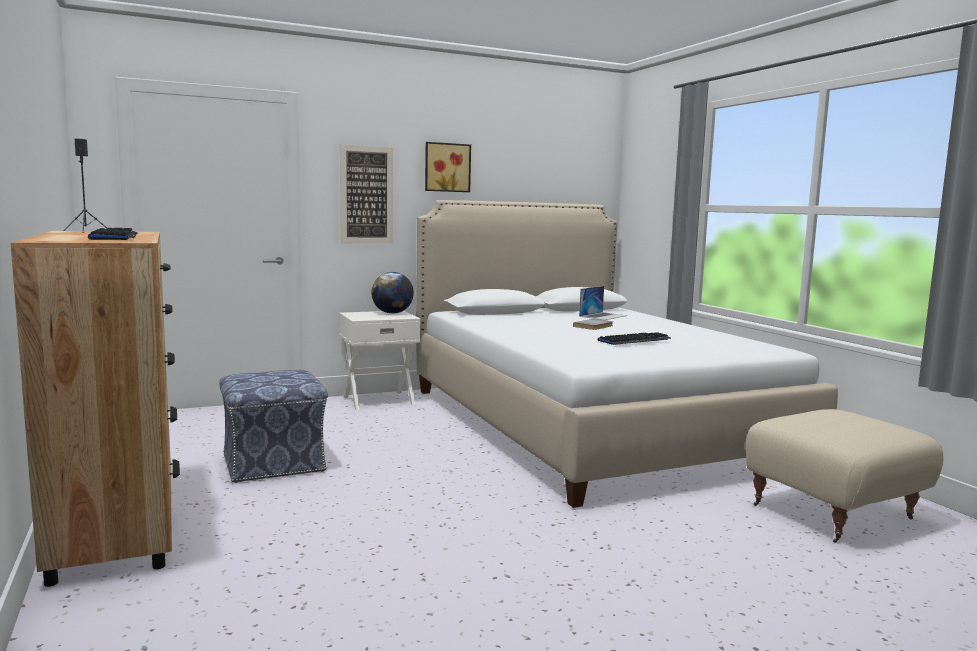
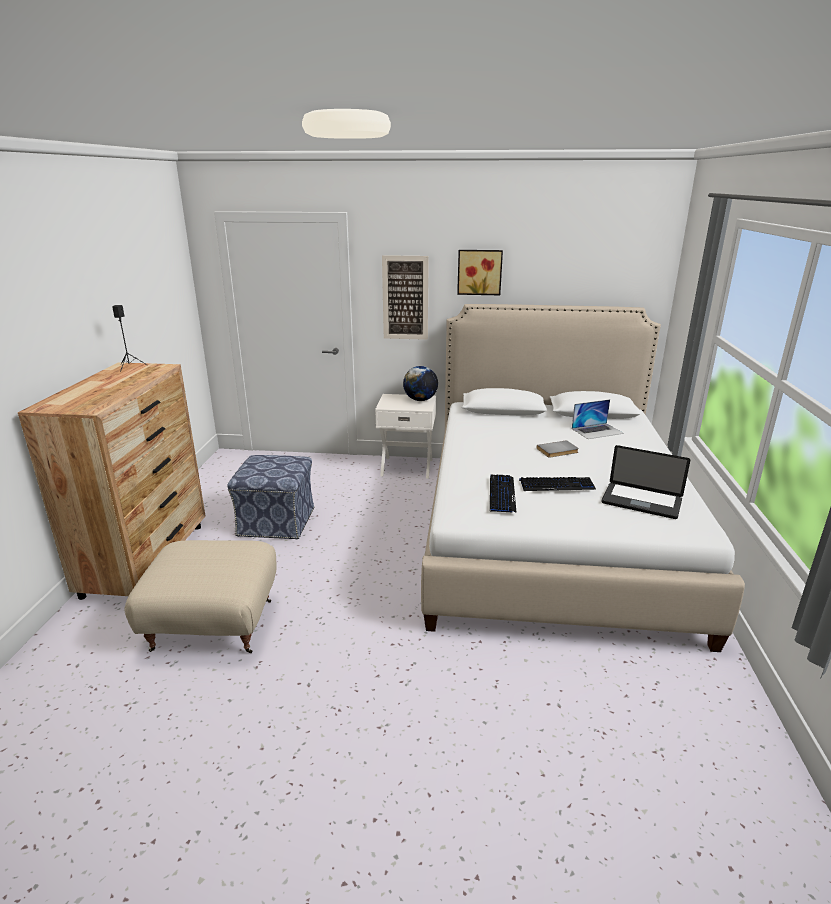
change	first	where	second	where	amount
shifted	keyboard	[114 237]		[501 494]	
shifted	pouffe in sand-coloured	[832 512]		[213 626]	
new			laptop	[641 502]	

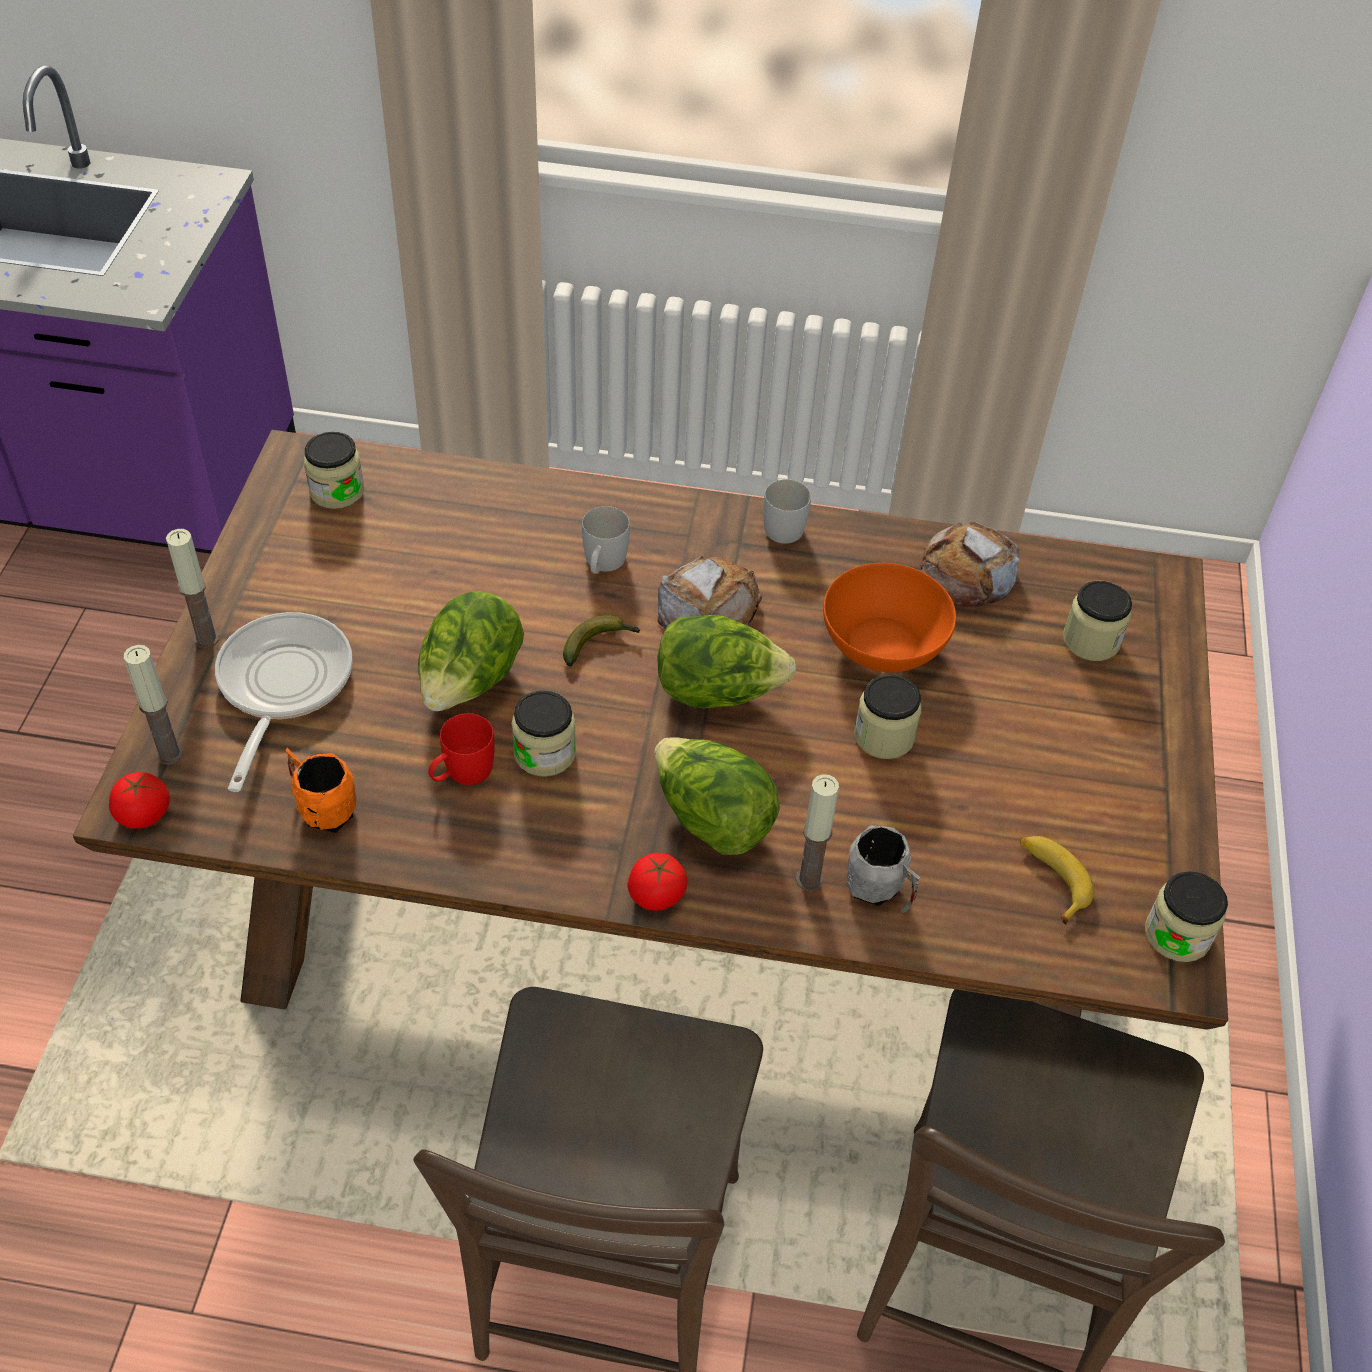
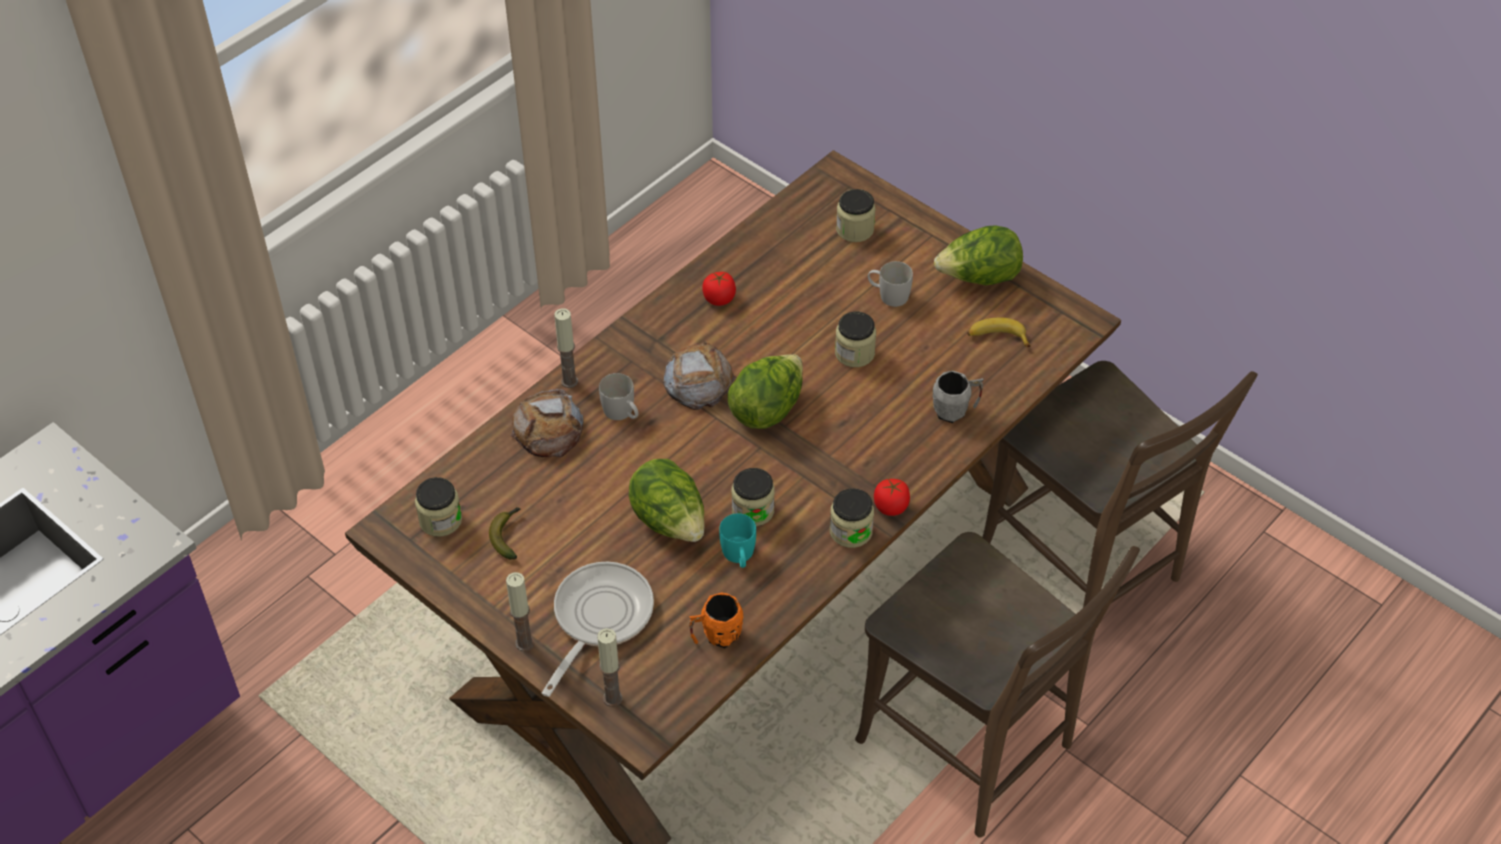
change	first	where	second	where	amount
shifted	tea mug in whitish	[782 524]		[888 295]	
shifted	bakery bread	[966 574]		[548 429]	
gone	deep dish in orange	[883 644]			
rotated	frying pan	[281 686]		[599 618]	75 degrees clockwise
shifted	whole banana	[599 644]		[508 535]	
repainted	tea mug in reddish	[461 773]	tea mug in turquoise	[739 557]	
shifted	lettuce head	[712 820]		[979 278]	
shifted	fresh tomato	[144 814]		[719 298]	
shifted	wax light	[809 879]		[569 381]	
shifted	storage jar	[1177 934]		[851 531]	

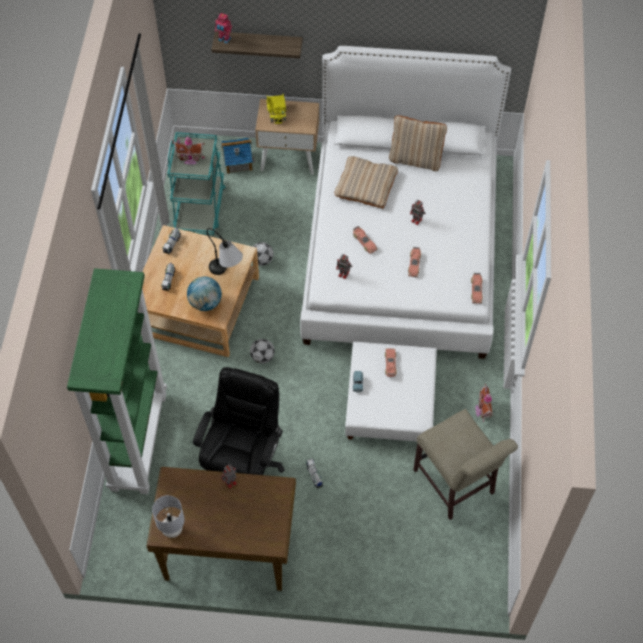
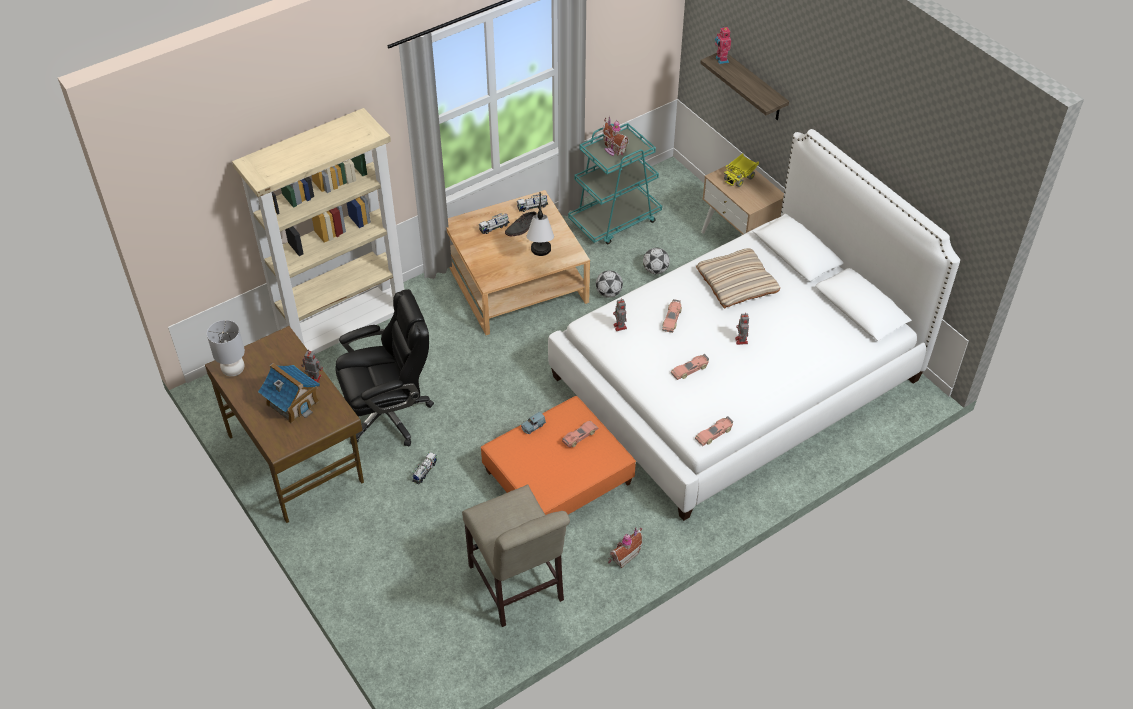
change	first	where	second	where	amount
gone	cushion in sand-coloured	[415 159]			
shifted	toy house	[237 161]		[292 403]	
repainted	bookshelf in greenish	[138 440]	bookshelf in sand-coloured	[345 331]	
gone	world globe	[205 303]			
shifted	football ball	[262 357]		[655 270]	
repainted	pouffe in whitish	[390 401]	pouffe in orange	[558 478]	
rotated	chair in sand-coloured	[456 485]		[518 587]	45 degrees counterclockwise
new			item of footwear in greyish	[522 228]	

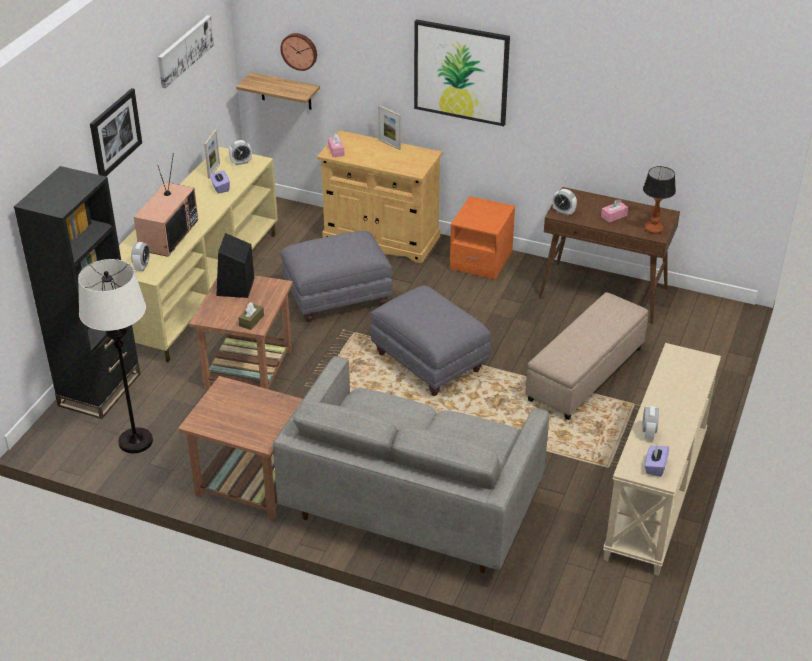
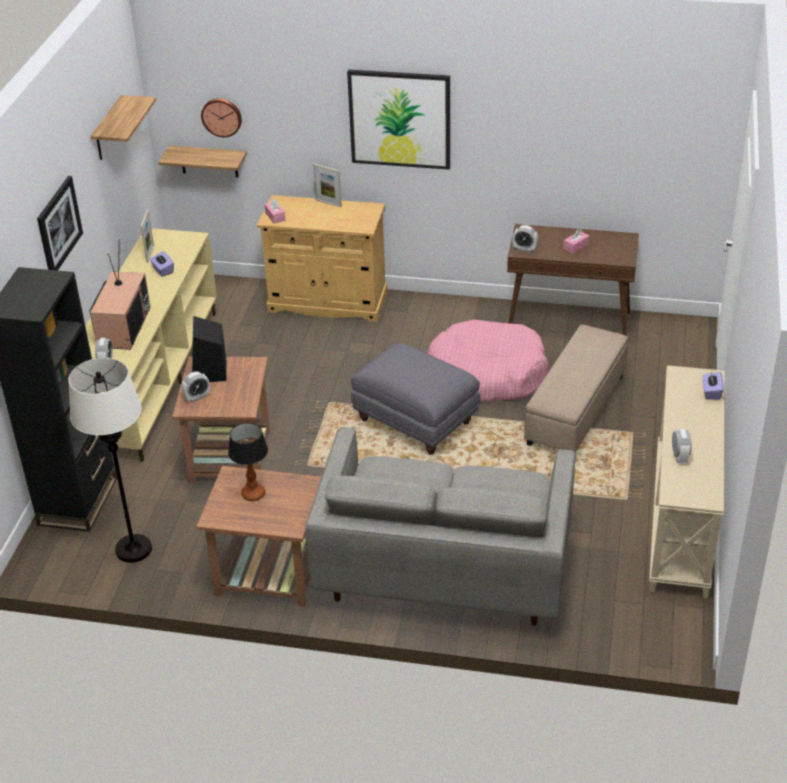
change	first	where	second	where	amount
swapped	picture	[184 50]	bracket shelf	[108 129]	
shifted	alarm clock	[241 162]		[197 397]	
shifted	tabletop lamp	[654 229]		[253 494]	
gone	nightstand in orange	[481 260]			
gone	pouffe in greyish	[336 298]			
gone	tissue holder in brown	[251 321]			
shifted	tissue holder in purplish	[655 467]		[711 392]	
new			dog cushion in pink-coloured	[487 374]	

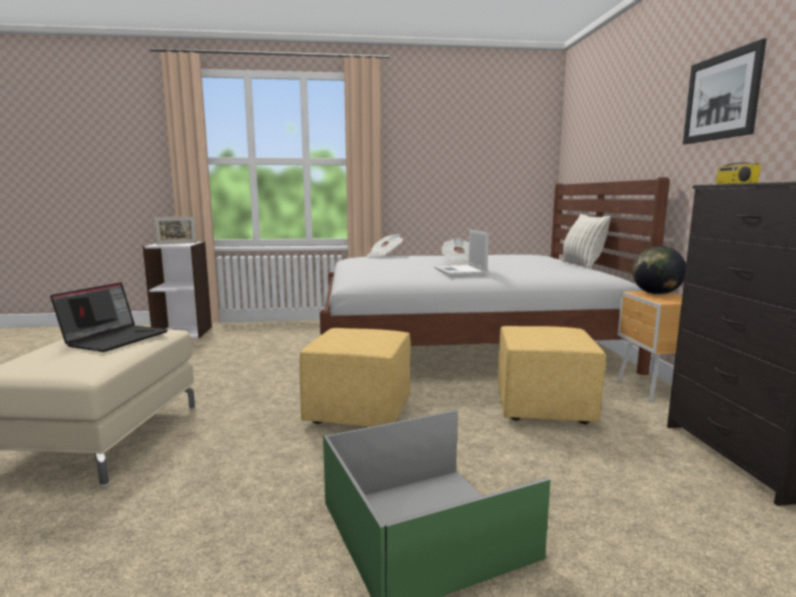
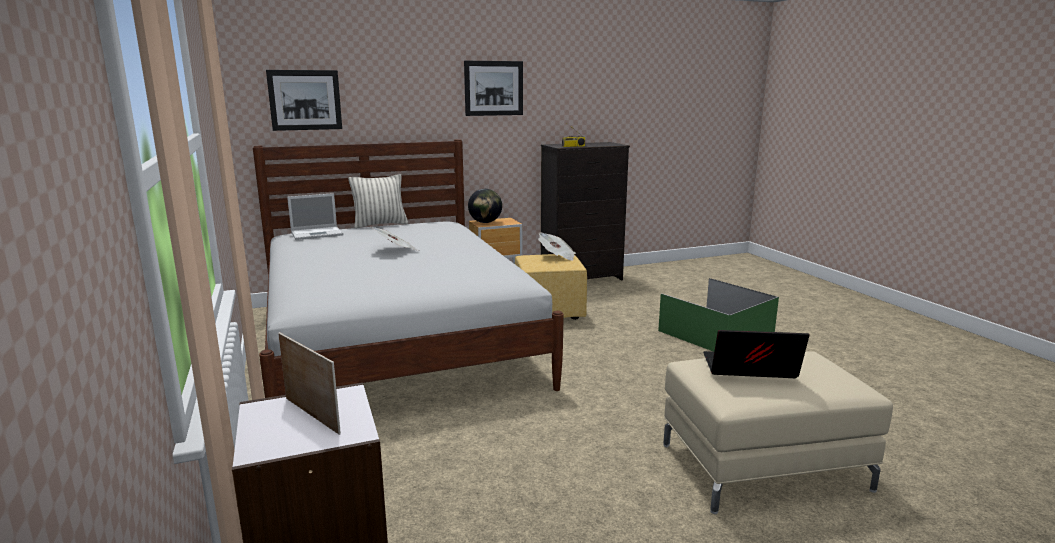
change	first	where	second	where	amount
shifted	laptop	[460 271]		[318 233]	
shifted	printed paper	[384 255]		[557 257]	
gone	pouffe in yellow	[360 412]			
new			picture	[305 100]	

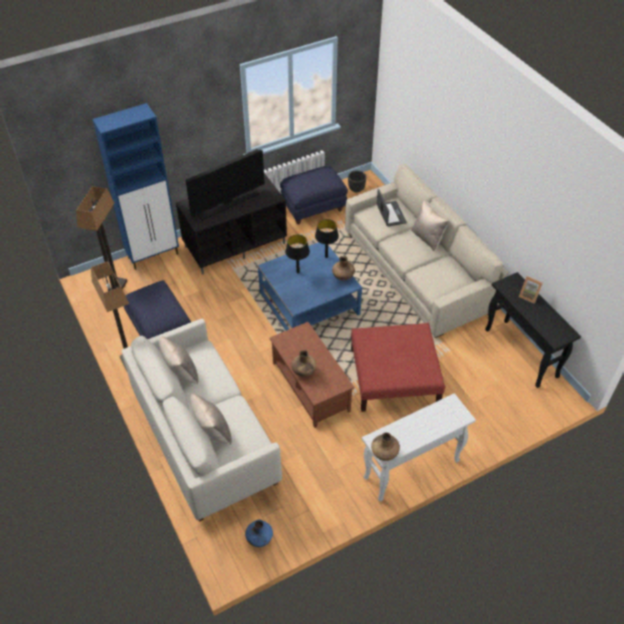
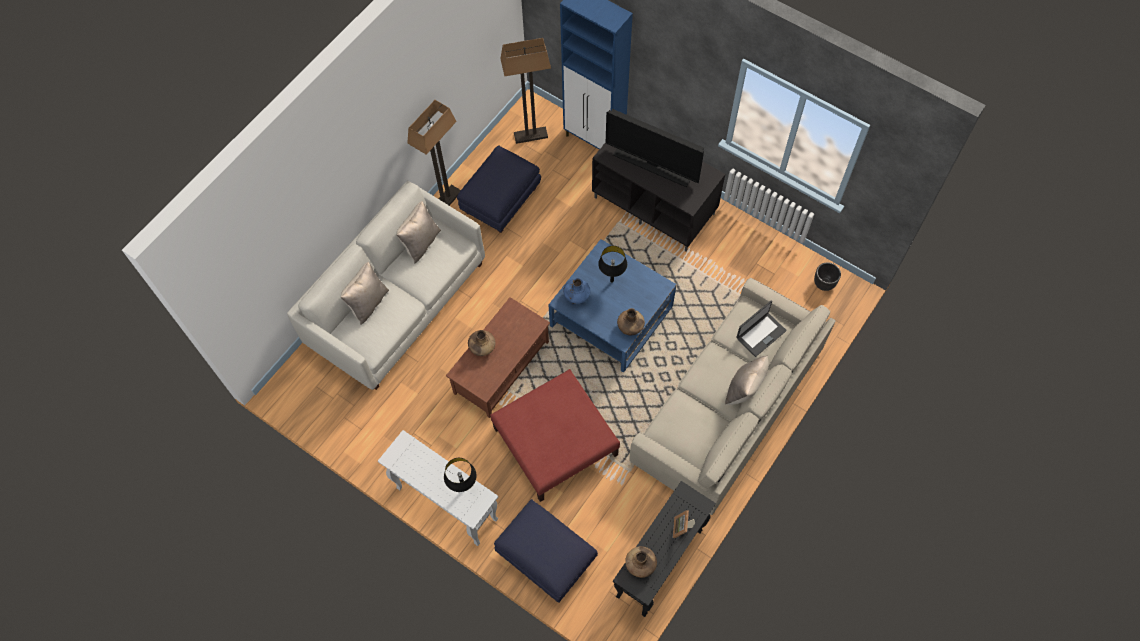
change	first	where	second	where	amount
shifted	pouffe in blue	[313 207]		[547 558]	
shifted	tabletop lamp in black	[326 256]		[464 488]	
shifted	vase in brown	[384 453]		[640 565]	
shifted	vase in blue	[259 539]		[576 296]	

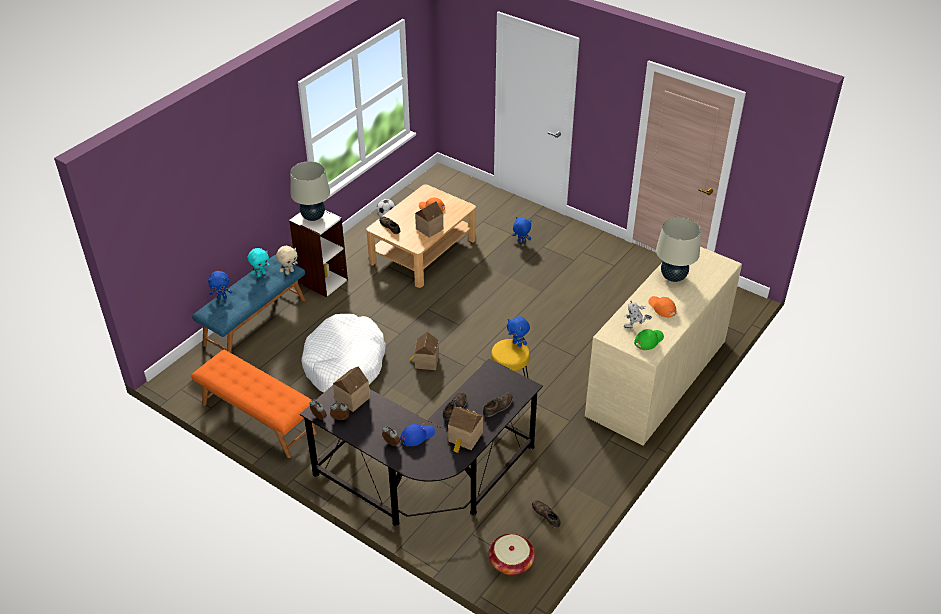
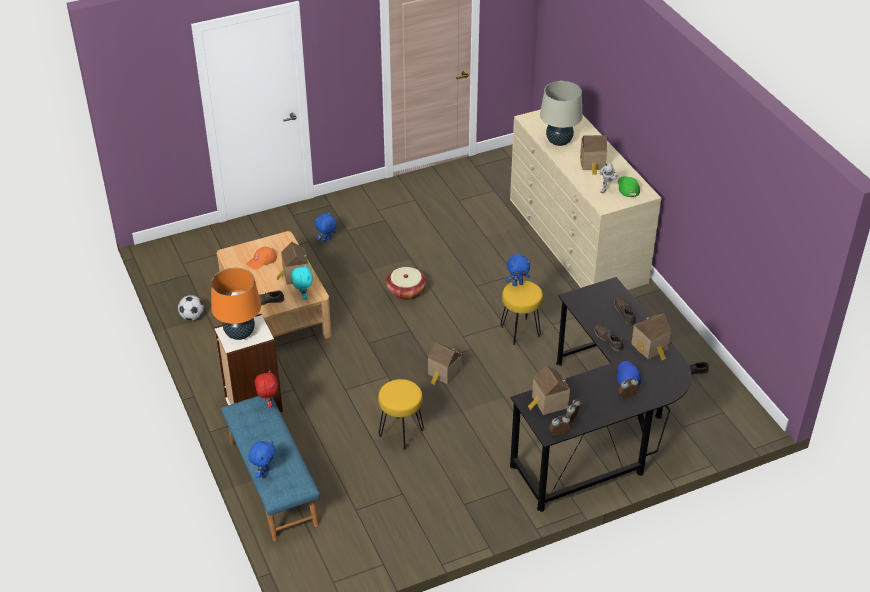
change	first	where	second	where	amount
repainted	tabletop lamp in sand-coloured	[313 217]	tabletop lamp in orange	[240 334]	
repainted	cuddly toy in sand-coloured	[289 272]	cuddly toy in reddish	[268 403]	
shifted	cuddly toy in turquoise	[261 274]		[303 296]	
swapped	cap in orange	[661 308]	toy house	[593 164]	
swapped	dog cushion in whitish	[345 364]	stool seat in yellow	[400 433]	
gone	indoor bench in orange	[257 419]			
shifted	household basket	[511 562]		[406 291]	

